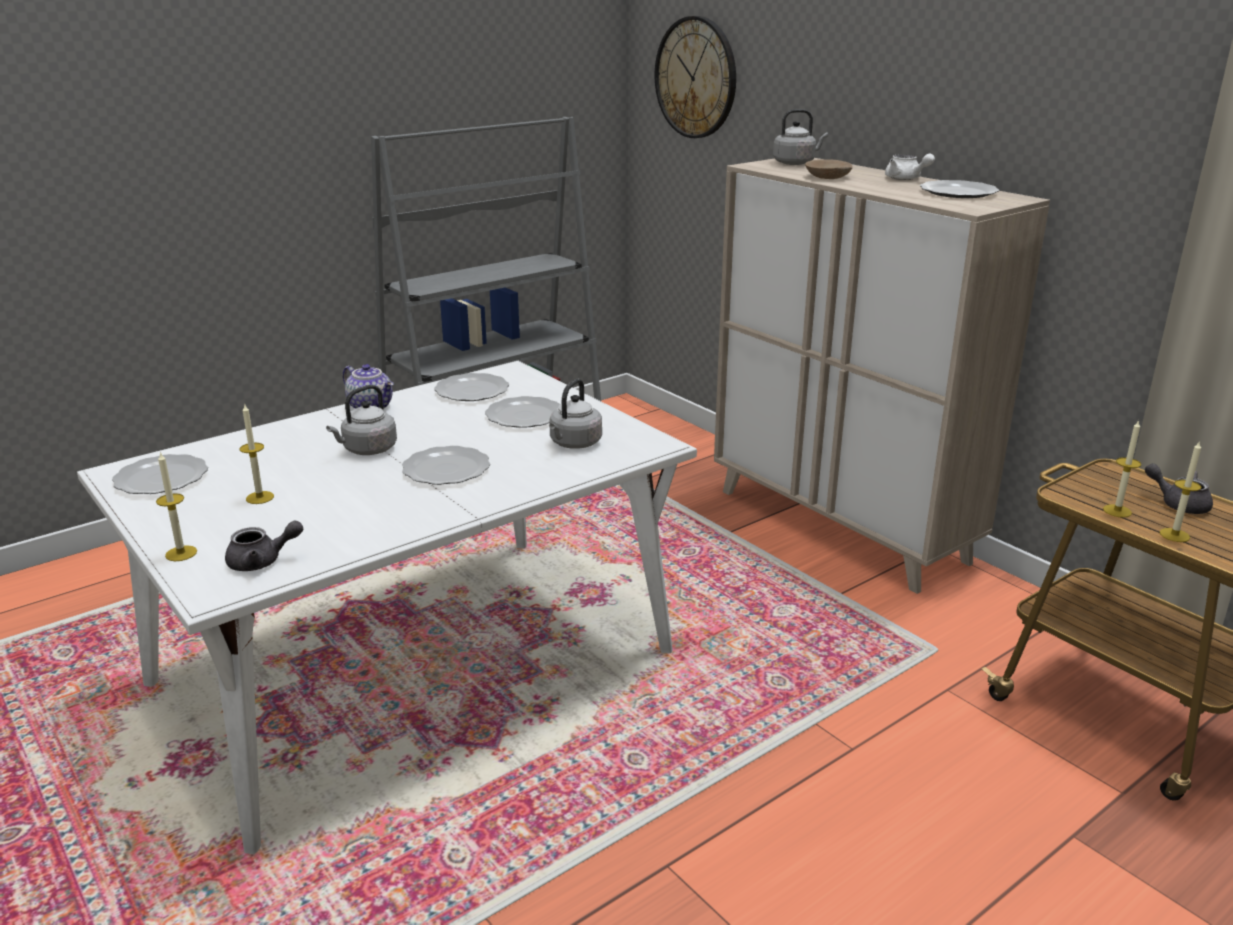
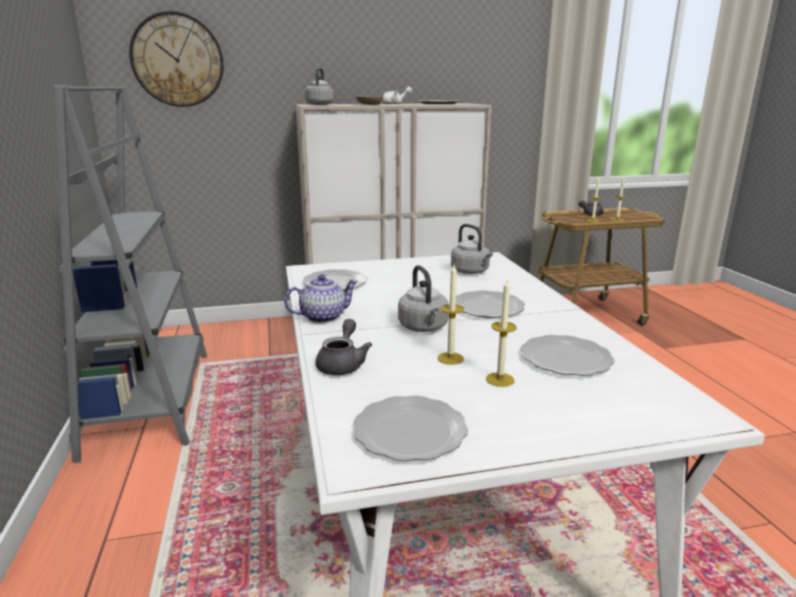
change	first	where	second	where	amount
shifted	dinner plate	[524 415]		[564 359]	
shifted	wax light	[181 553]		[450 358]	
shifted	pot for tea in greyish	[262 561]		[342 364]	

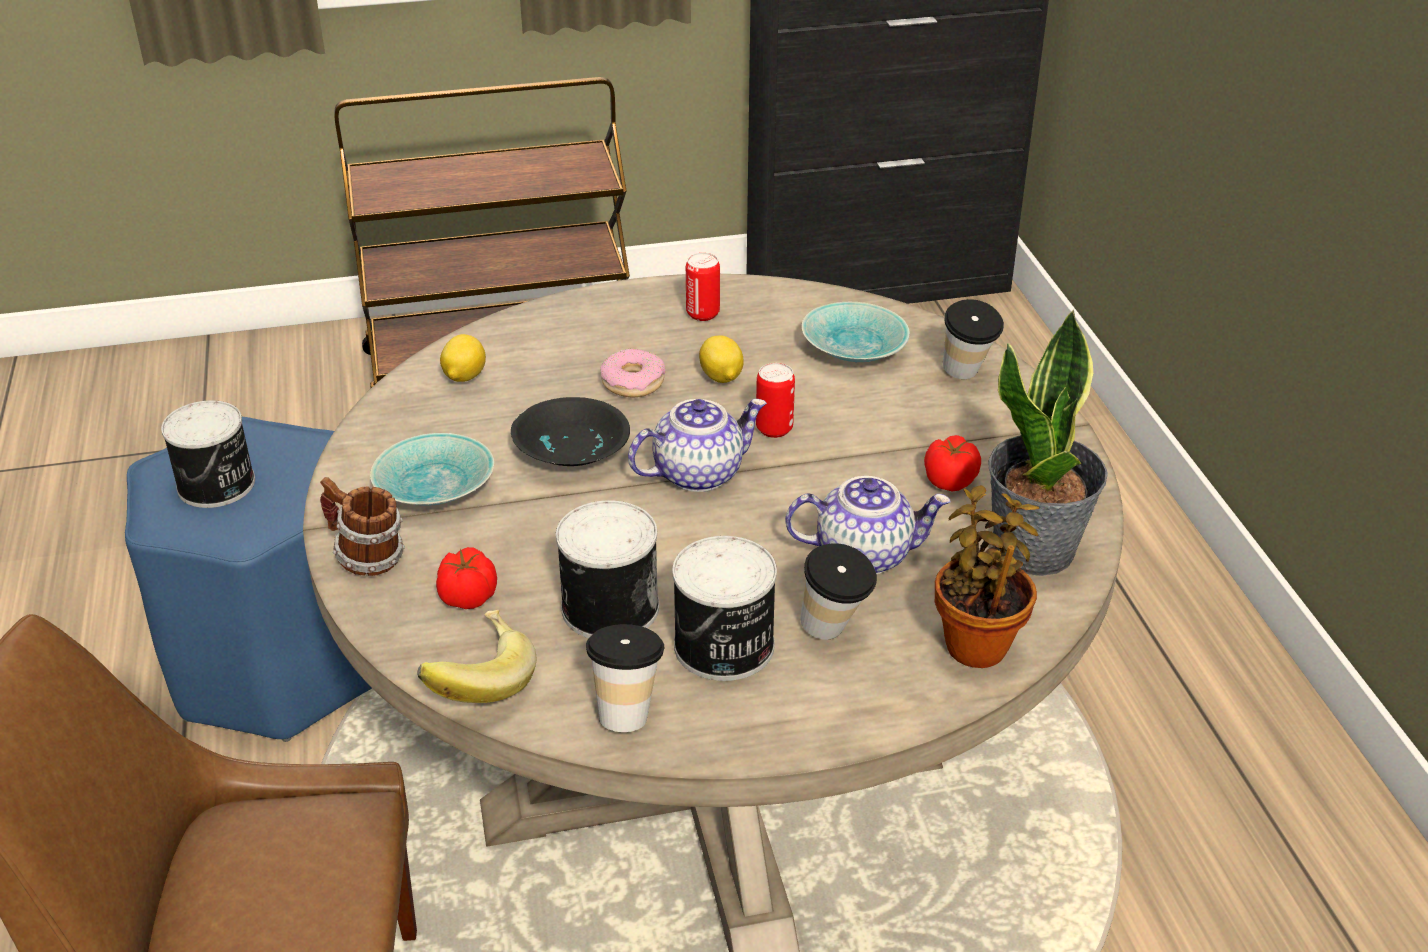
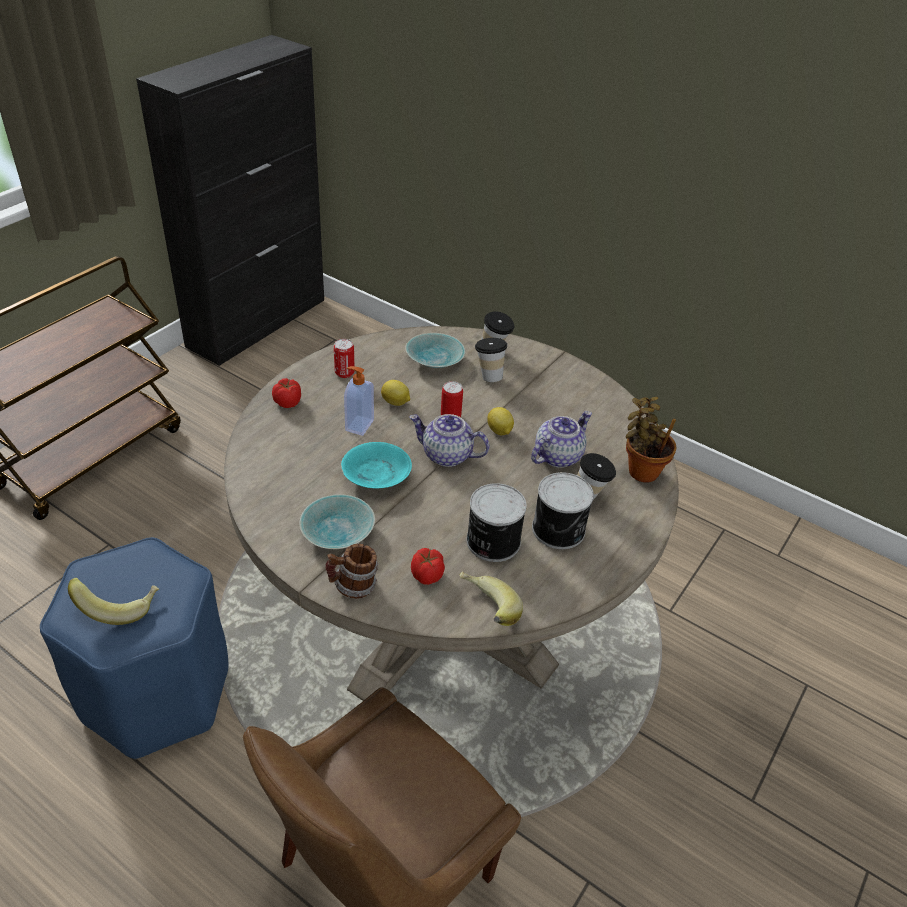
change	first	where	second	where	amount
gone	houseplant	[1035 550]			
shifted	whole lemon	[463 377]		[499 431]	
swapped	ring doughnut	[633 382]	soap dispenser	[358 425]	
repainted	deep dish in black	[570 449]	deep dish in turquoise	[374 475]	
rotated	pot for tea	[698 473]		[446 455]	90 degrees counterclockwise
swapped	sealed can	[218 485]	whole banana	[119 606]	
shifted	fresh tomato	[951 481]		[288 402]	
shifted	drinking cup	[627 710]		[488 375]	

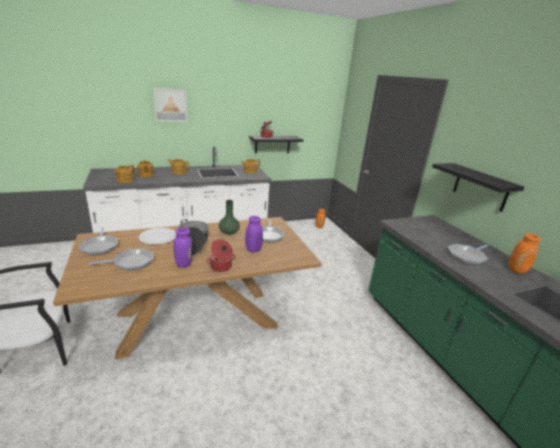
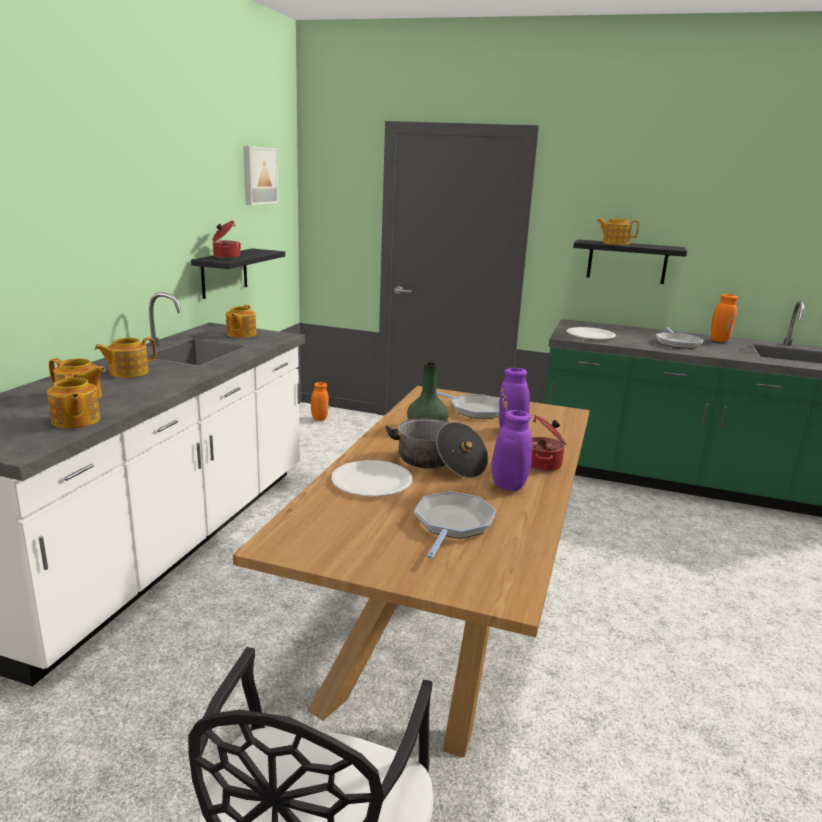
change	first	where	second	where	amount
shifted	picture	[170 105]		[258 175]	
gone	frying pan	[100 246]			
new			pot for tea	[615 243]	
new			dinner plate in whitish	[590 335]	

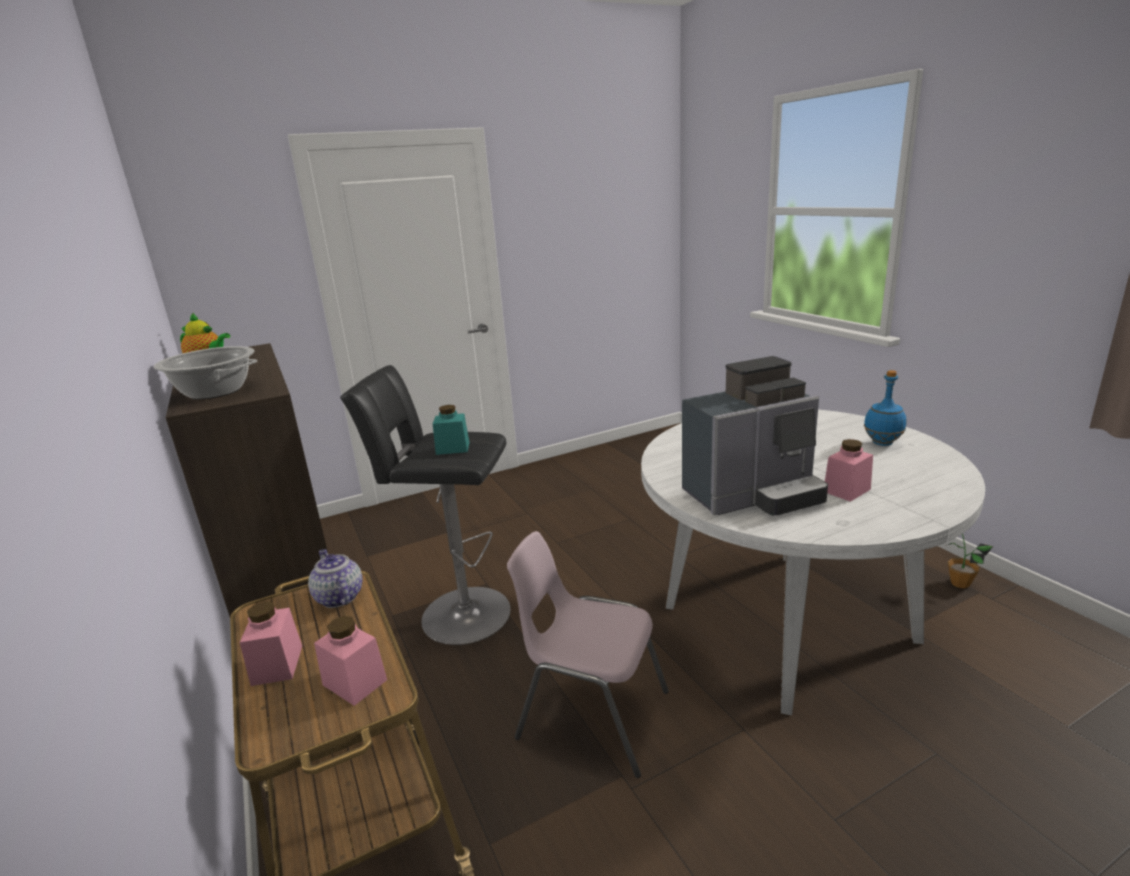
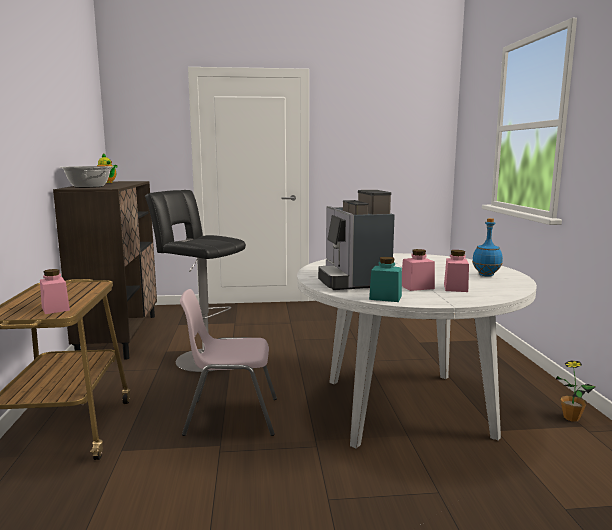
change	first	where	second	where	amount
rotated	coffee maker	[753 495]		[352 281]	75 degrees clockwise
shifted	storage jar in turquoise	[453 448]		[385 297]	
rotated	chair in pink-coloured	[591 714]		[230 416]	45 degrees counterclockwise
gone	pot for tea	[338 597]			
shifted	storage jar in pink-coloured	[277 665]		[455 288]	

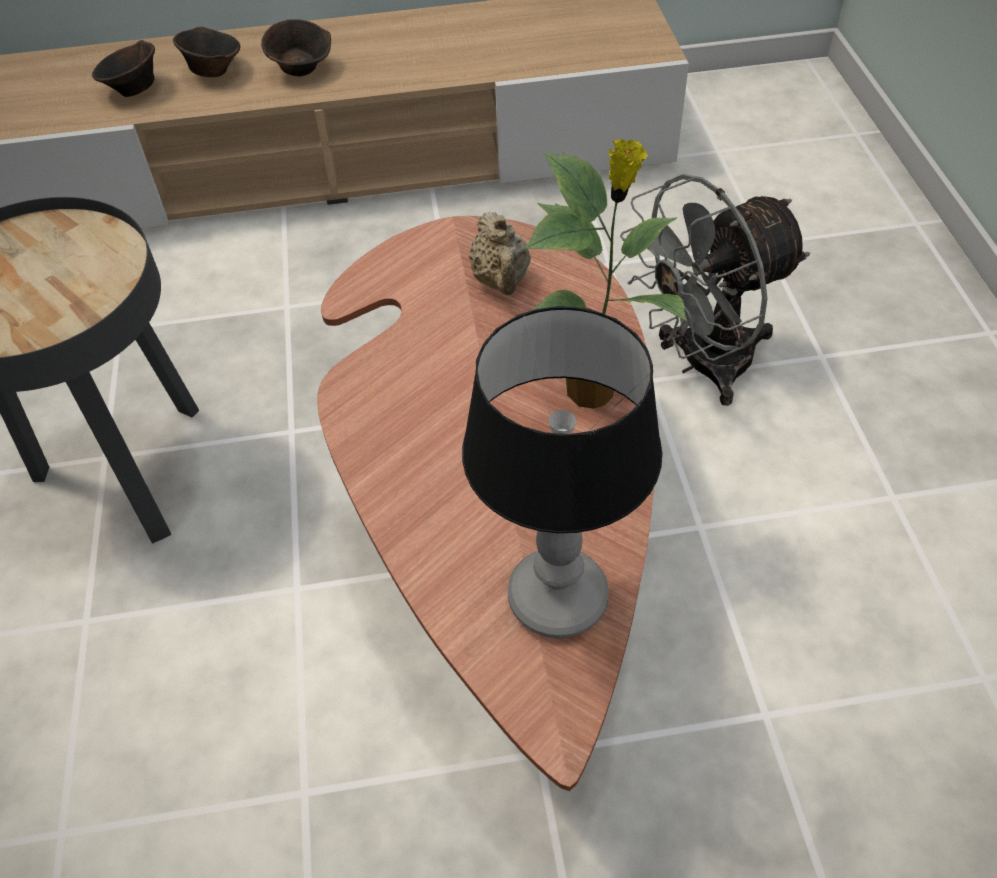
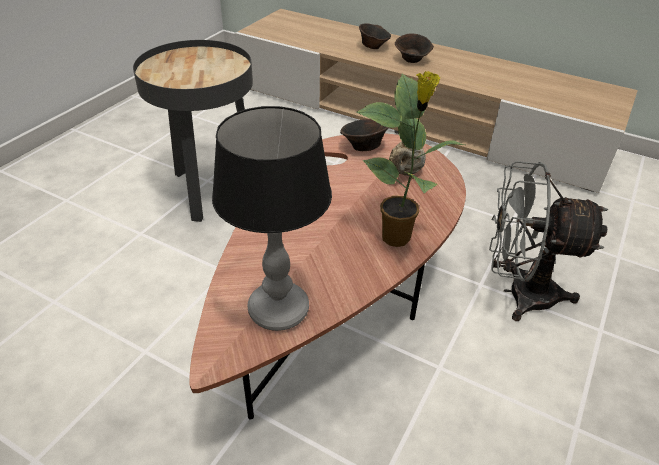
change	first	where	second	where	amount
shifted	deep dish in brown	[133 90]		[363 147]	

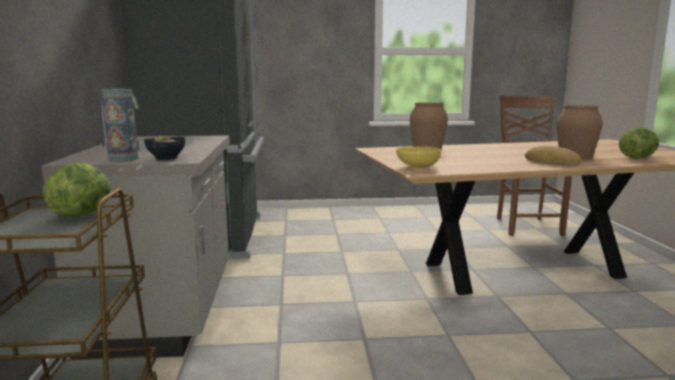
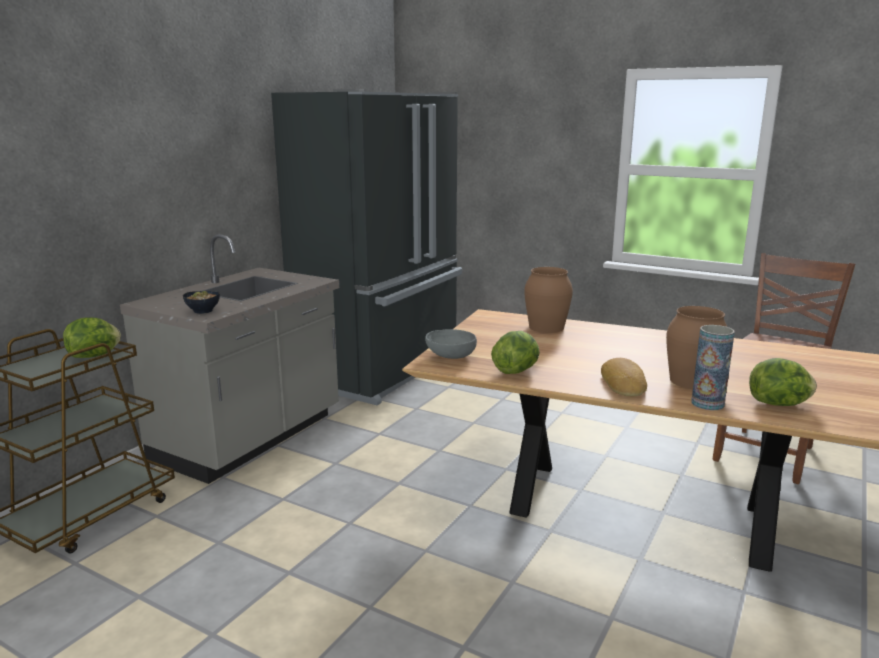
change	first	where	second	where	amount
shifted	vase	[123 159]		[707 403]	
repainted	deep dish in yellow	[417 167]	deep dish in greyish	[450 356]	
new			lettuce head	[516 371]	

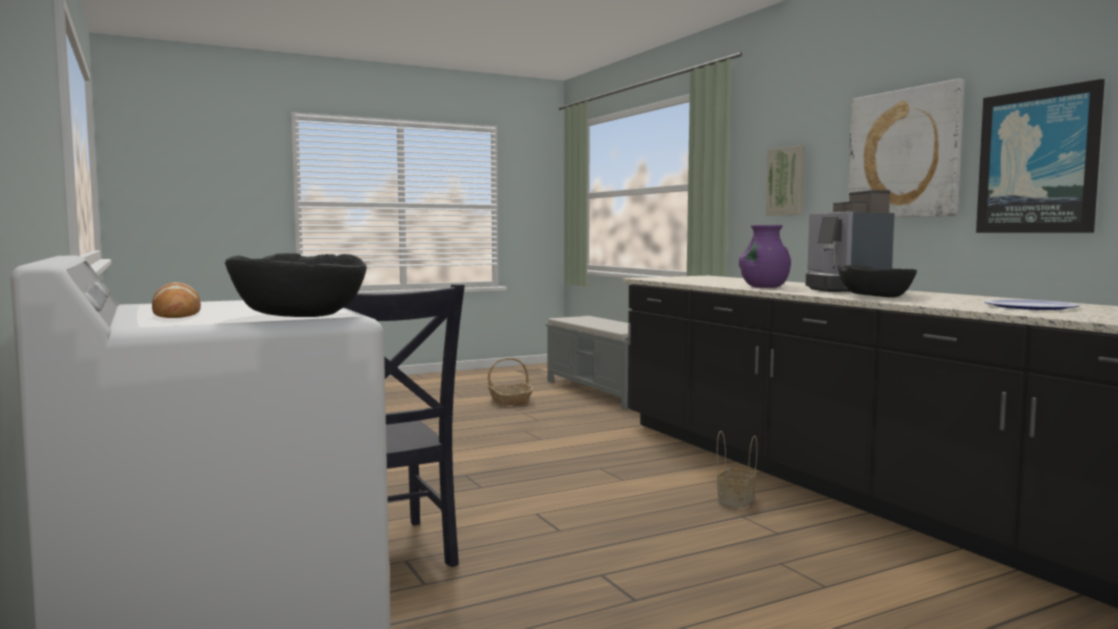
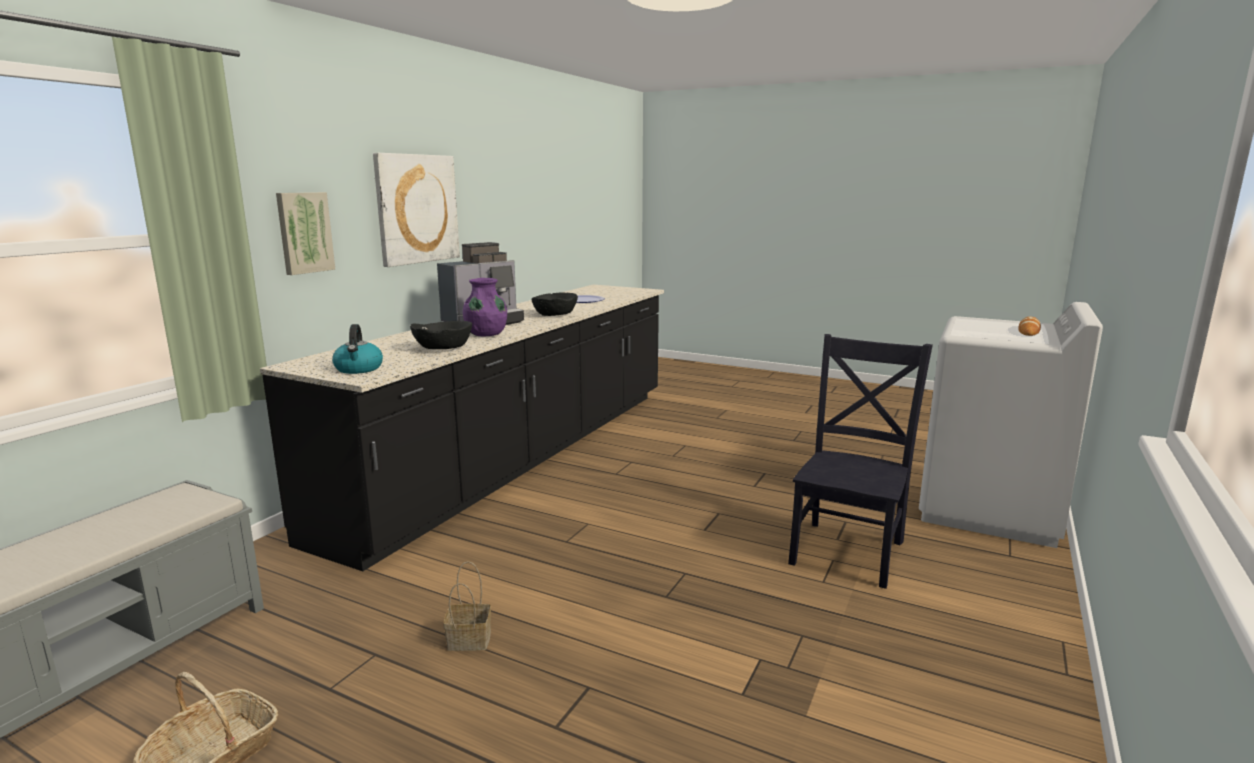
change	first	where	second	where	amount
gone	picture	[1038 161]			
shifted	deep dish in black	[300 314]		[443 348]	
shifted	household basket	[736 500]		[467 641]	
new			kettle	[359 369]	

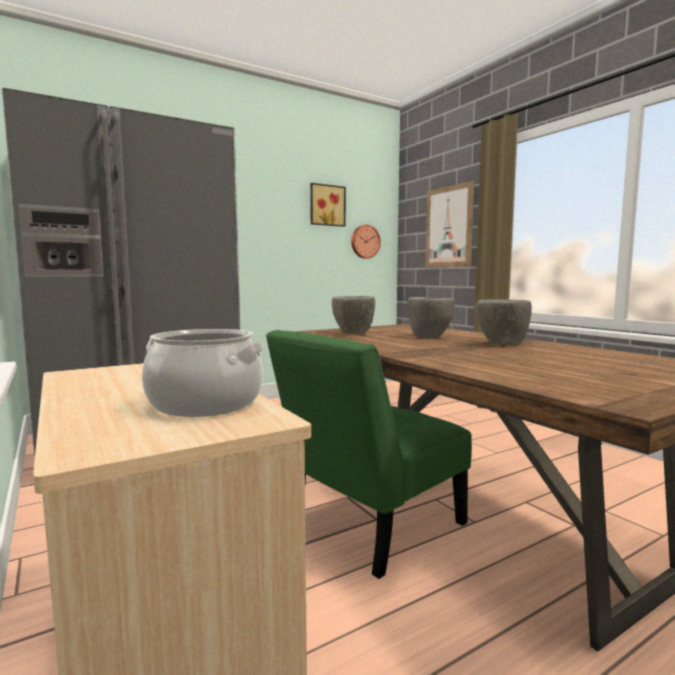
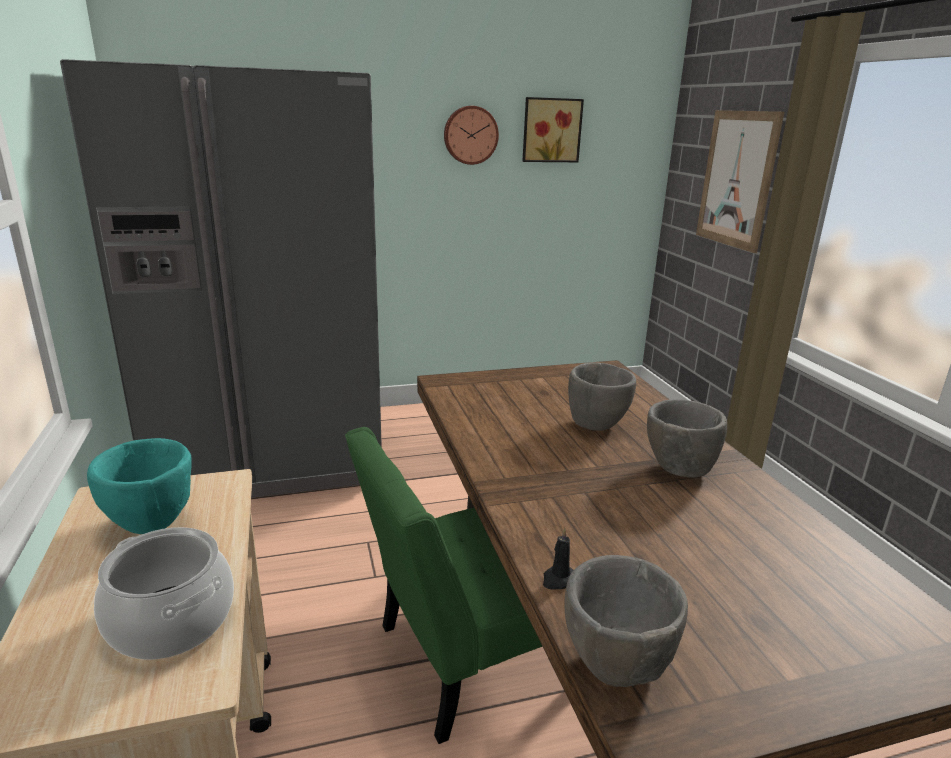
change	first	where	second	where	amount
shifted	clock on the wall	[364 241]		[470 135]	
shifted	deep dish in greyish	[353 333]		[616 669]	
new			deep dish in turquoise	[152 525]	
new			wax light in black	[558 580]	

